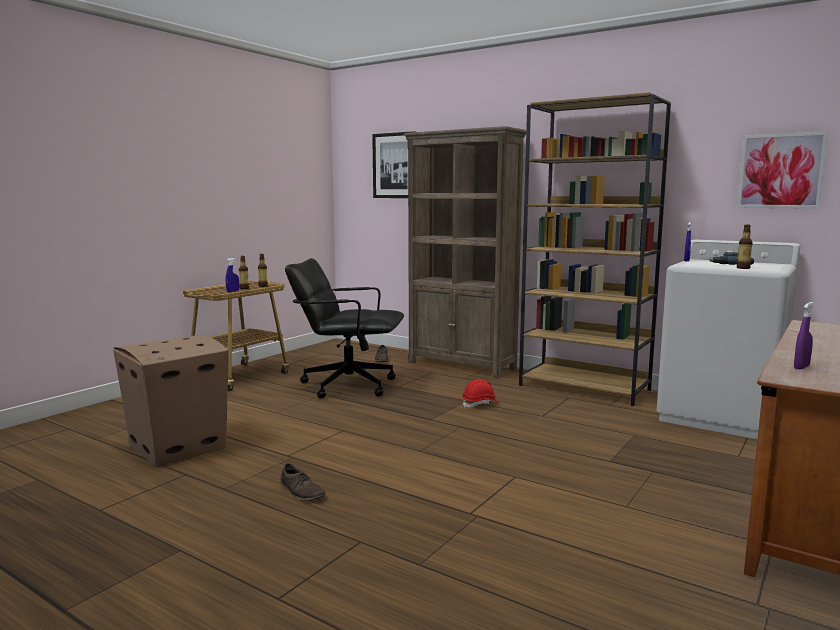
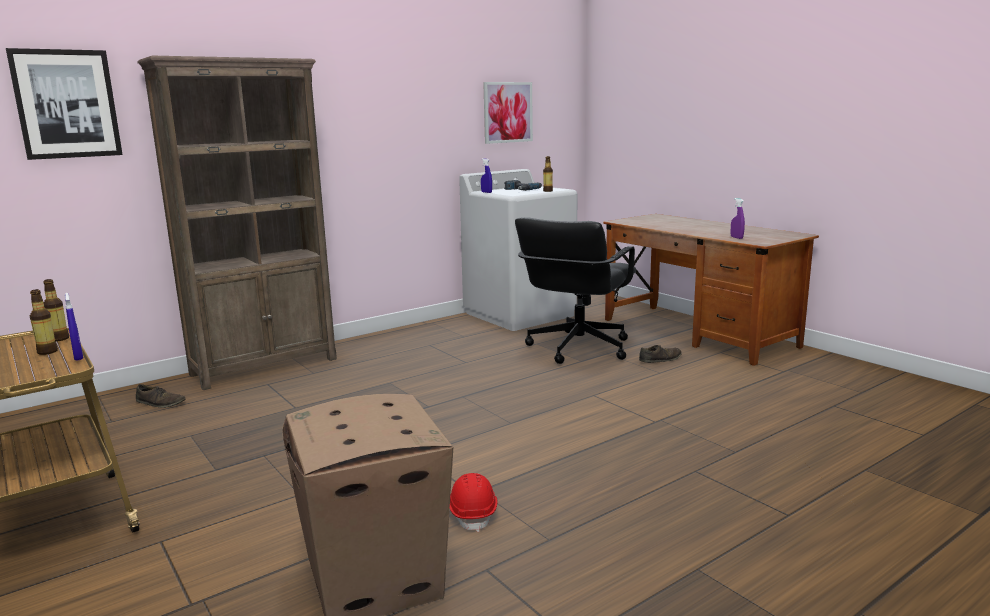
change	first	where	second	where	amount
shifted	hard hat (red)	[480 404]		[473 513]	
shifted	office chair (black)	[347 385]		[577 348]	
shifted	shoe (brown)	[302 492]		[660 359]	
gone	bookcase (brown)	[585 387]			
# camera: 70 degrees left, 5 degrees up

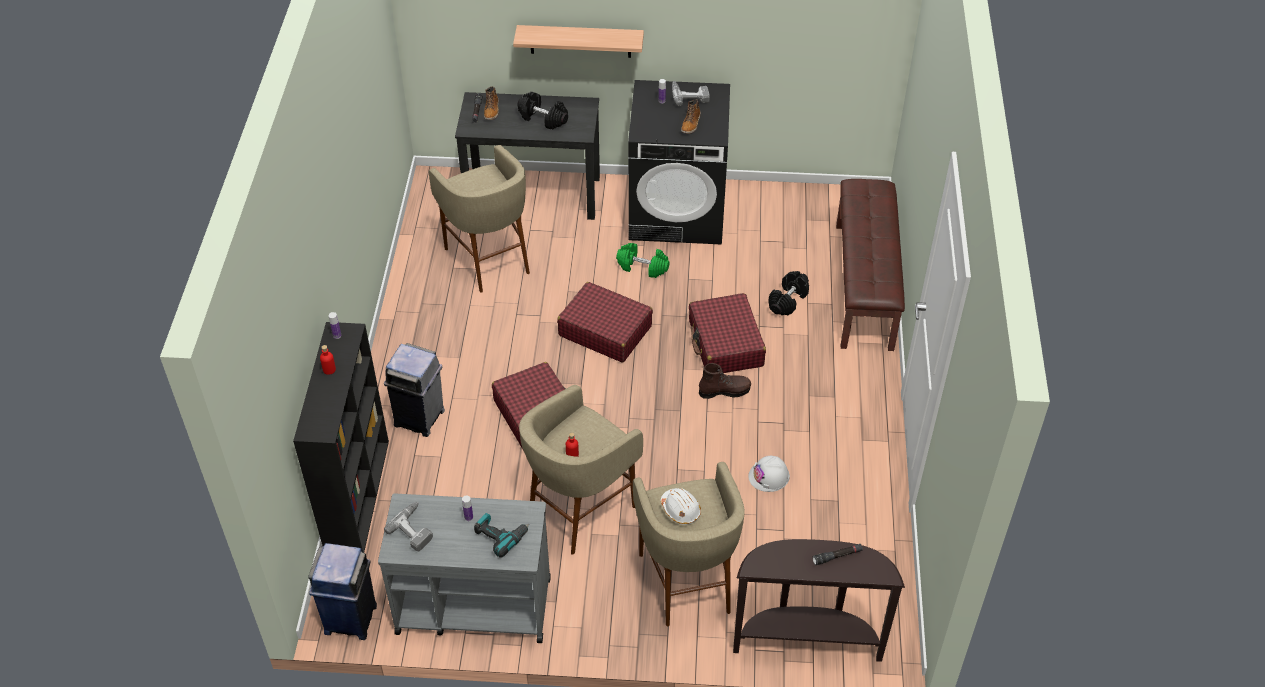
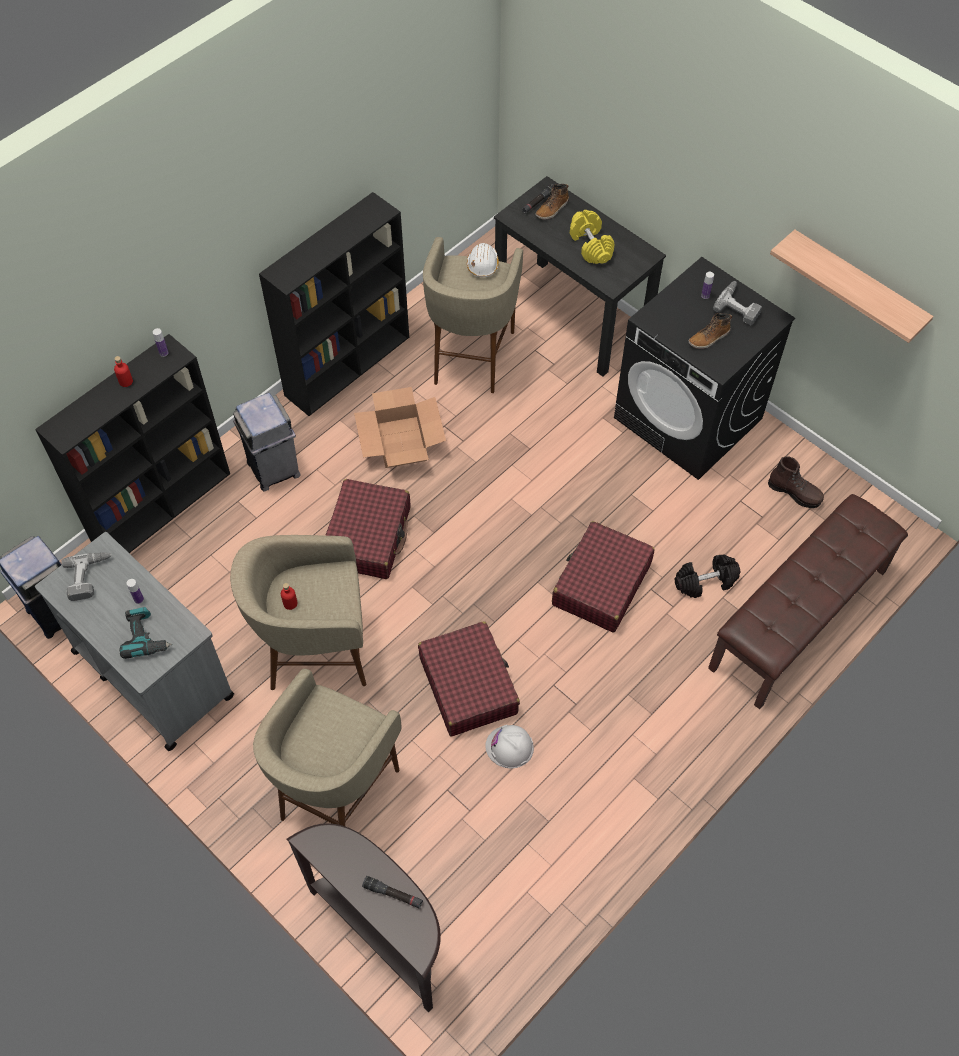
change	first	where	second	where	amount
new			bookcase (black)	[348 365]	
new			cardboard box	[401 442]	
shifted	suitcase (red)	[605 330]		[468 685]	
shifted	hard hat (white)	[680 509]		[482 265]	
repainted	dumbbell (black)	[542 118]	dumbbell (yellow)	[590 245]	
shifted	boot (brown)	[724 391]		[794 492]	
shifted	shelf	[580 41]		[857 286]	
gone	dumbbell (green)	[643 267]			
# camera: 40 degrees right, 10 degrees up

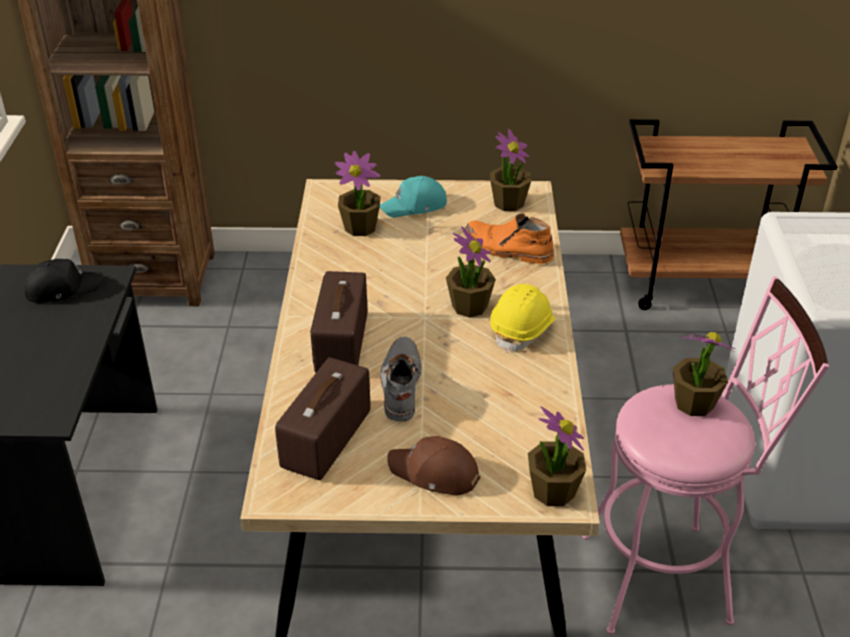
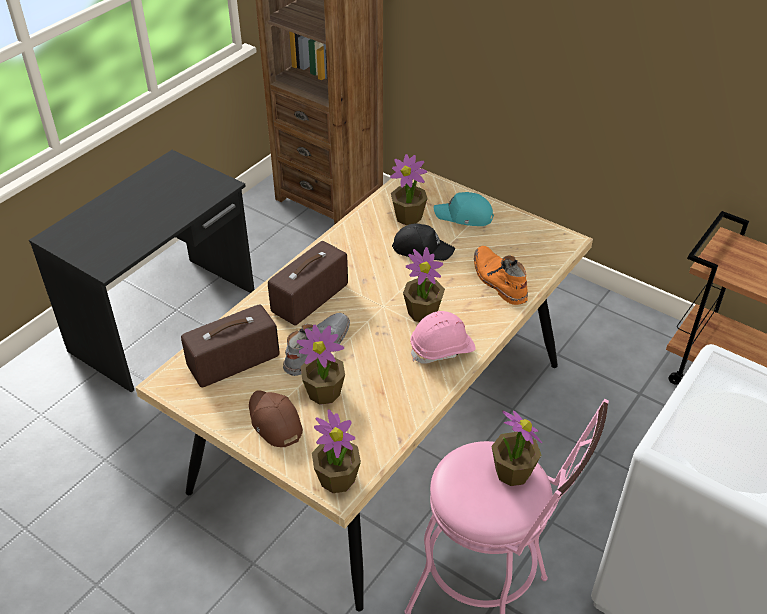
change	first	where	second	where	amount
shifted	potted plant	[508 203]		[324 392]	
shifted	cap (black)	[63 288]		[422 249]	
repainted	hard hat (yellow)	[523 330]	hard hat (pink)	[442 349]	
# camera: 35 degrees right, 5 degrees up

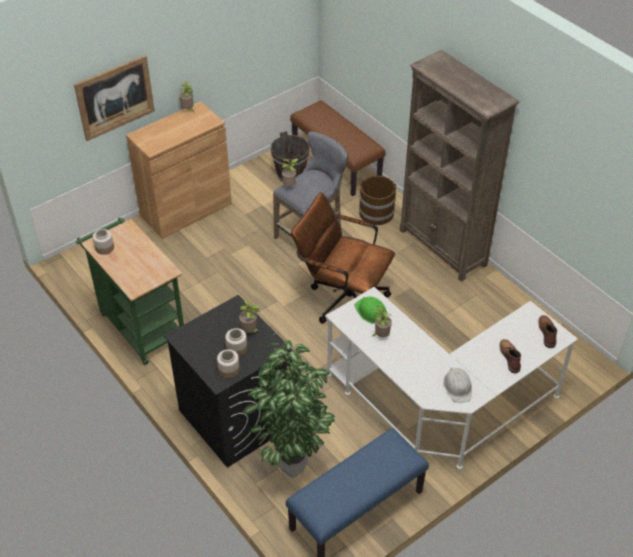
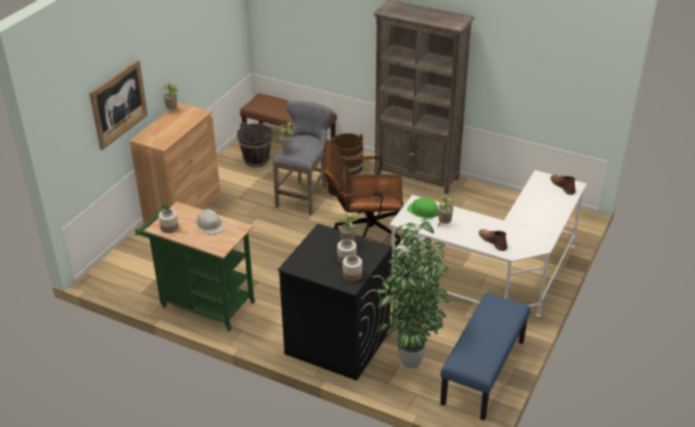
change	first	where	second	where	amount
shifted	hard hat (white)	[458 387]		[210 225]	
shifted	boot (brown)	[510 357]		[492 241]	
# camera: 25 degrees left, 10 degrees down

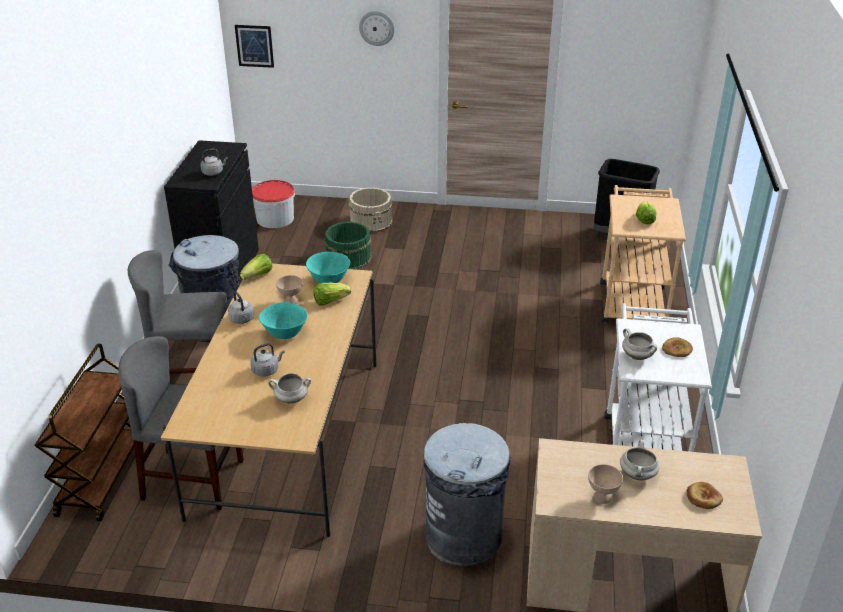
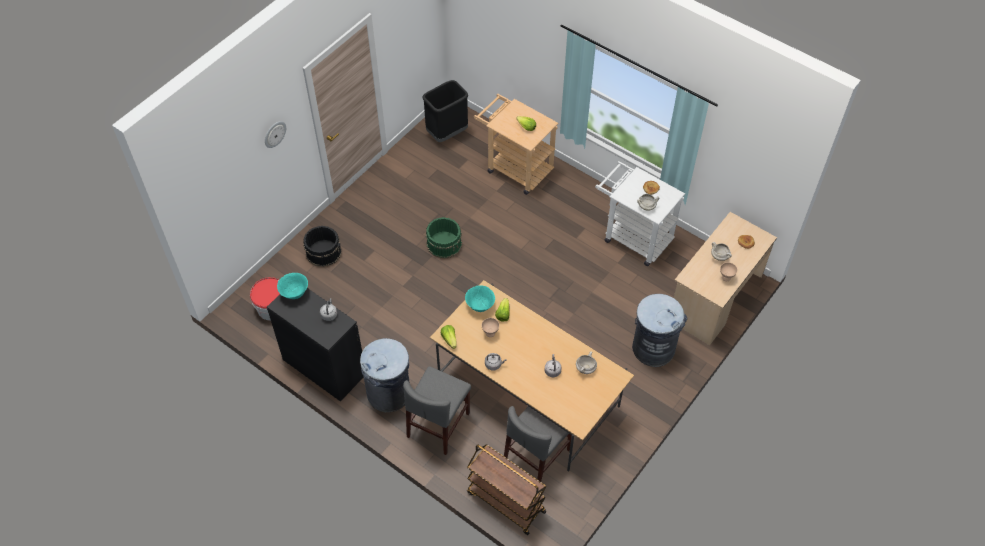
change	first	where	second	where	amount
shifted	bowl (turquoise)	[284 334]		[294 293]	
repainted	bucket (beige)	[371 221]	bucket (black)	[323 252]	
shifted	bucket (green)	[349 258]		[444 244]	
gone	picture	[254 46]			
# camera: 60 degrees left, 20 degrees up

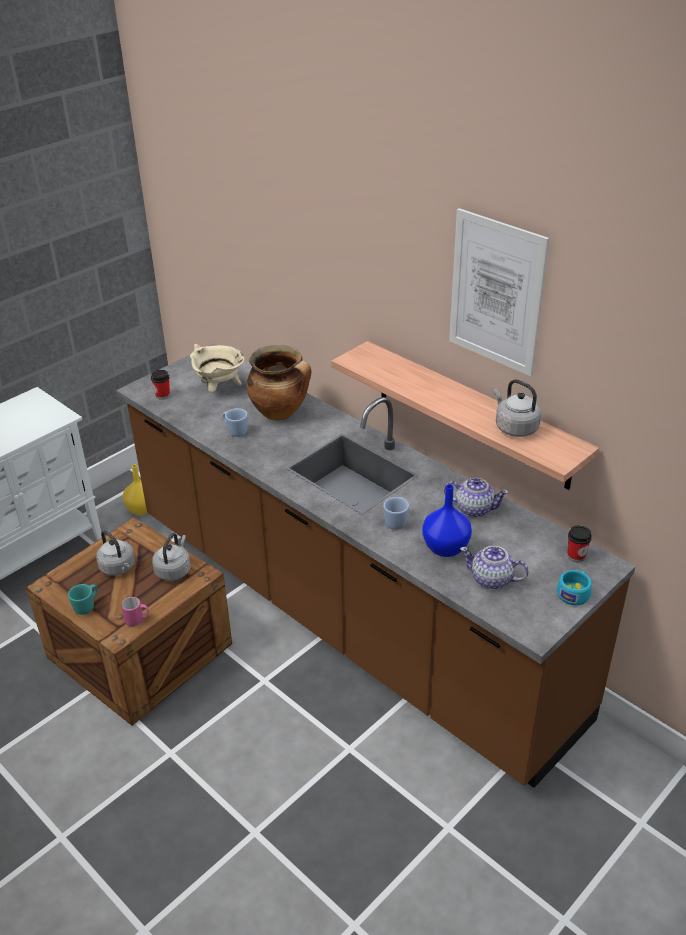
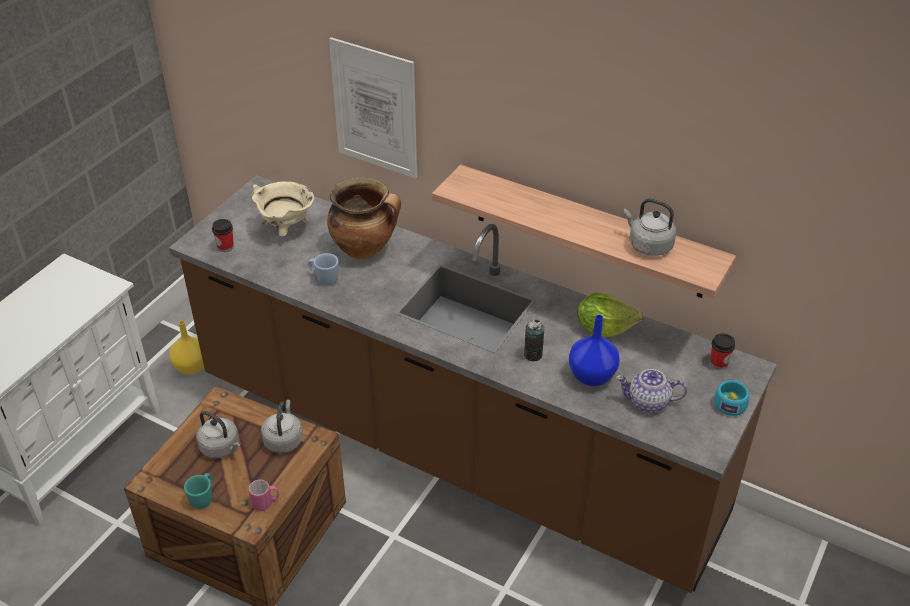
change	first	where	second	where	amount
shifted	picture	[496 293]		[375 108]	
swapped	mug (blue)	[397 521]	can	[533 355]	
swapped	teapot	[474 508]	lettuce	[604 328]	
# camera: 15 degrees left, 5 degrees up

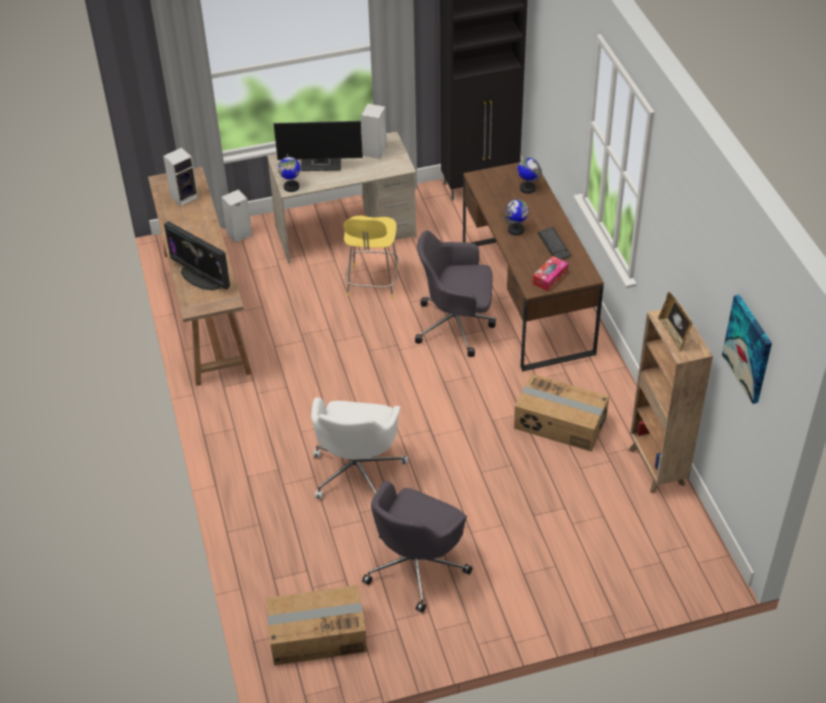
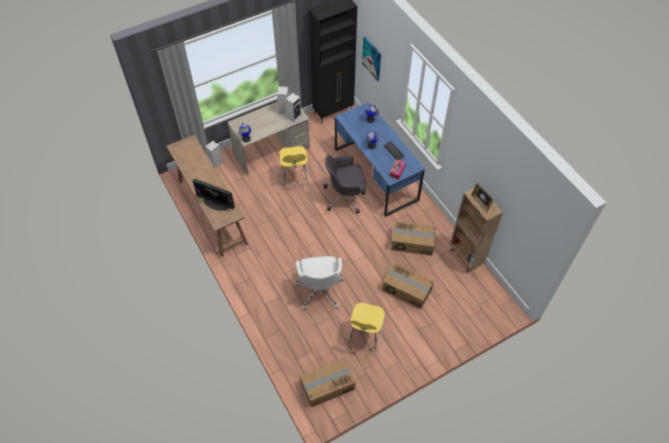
change	first	where	second	where	amount
shifted	speaker	[185 196]		[294 116]	
repainted	desk (brown)	[526 298]	desk (blue)	[375 174]	
swapped	office chair (grey)	[416 566]	stool (yellow)	[365 337]	
shifted	picture	[748 348]		[372 58]	
new			cardboard box	[407 290]	
gone	monitor	[322 163]			
# camera: 15 degrees left, 10 degrees up

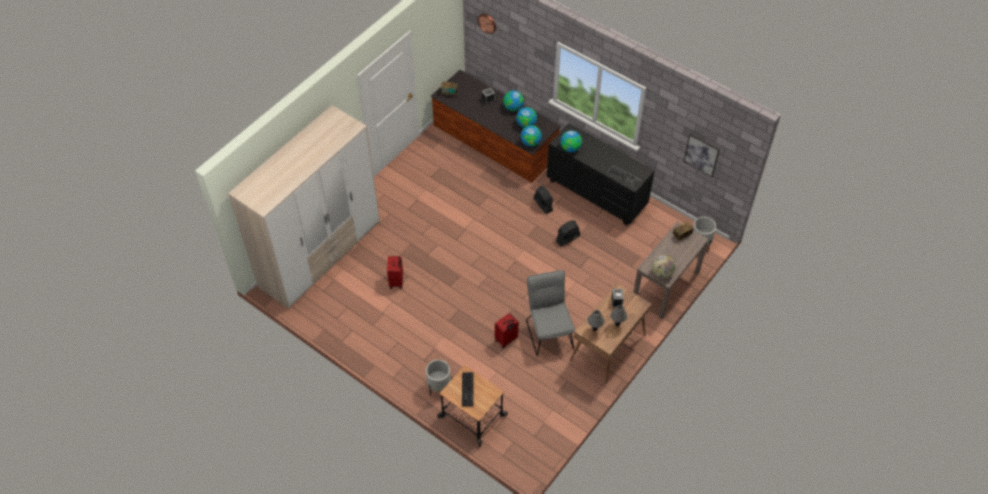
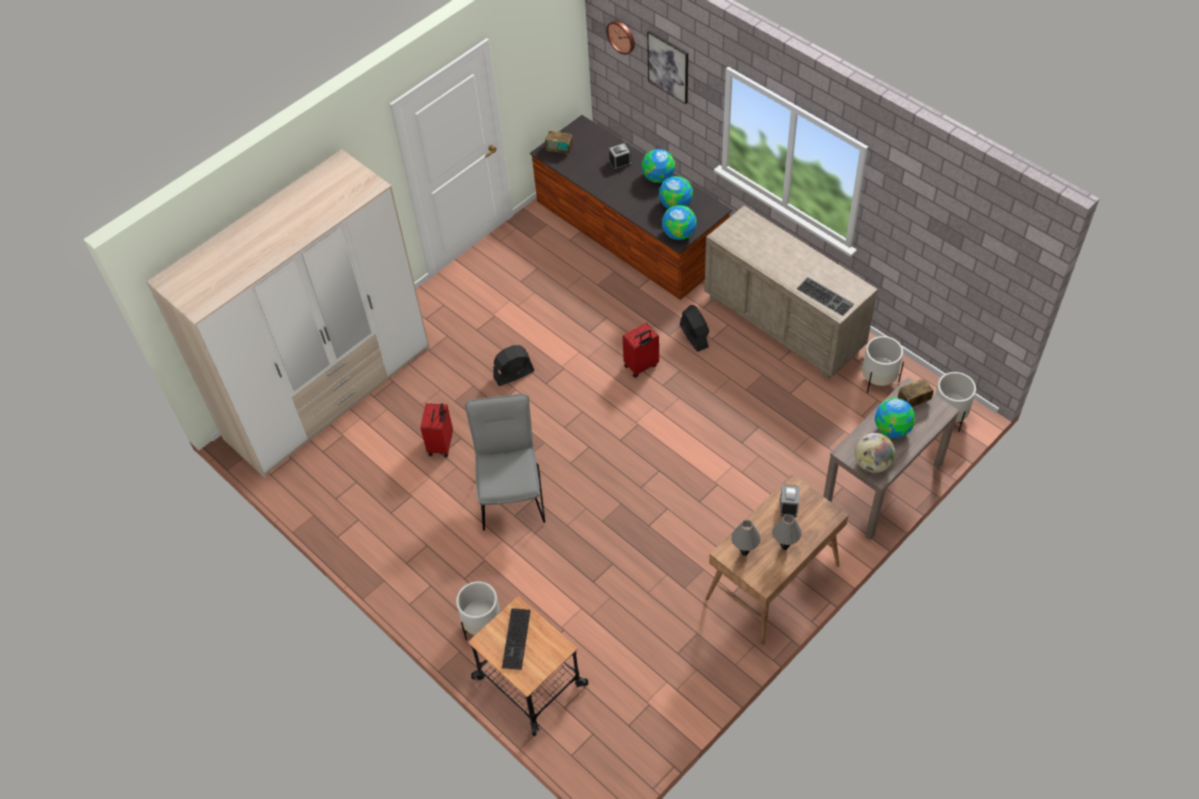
change	first	where	second	where	amount
shifted	chair (grey)	[548 331]		[511 492]	
shifted	fan (black)	[567 238]		[513 374]	
shifted	suitcase (red)	[506 340]		[641 366]	
shifted	picture	[701 155]		[668 66]	
repainted	dresser (black)	[596 193]	dresser (beige)	[783 323]	
new			planter (white)	[878 380]	
shifted	globe	[570 148]		[892 429]	
# camera: 10 degrees right, 0 degrees up

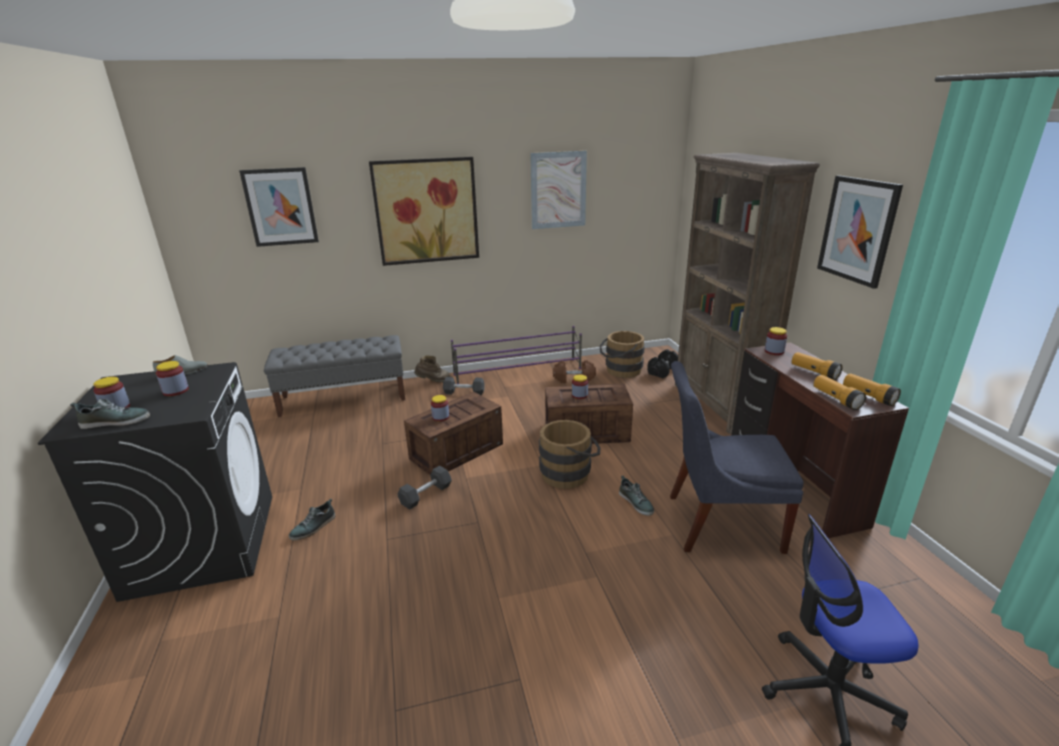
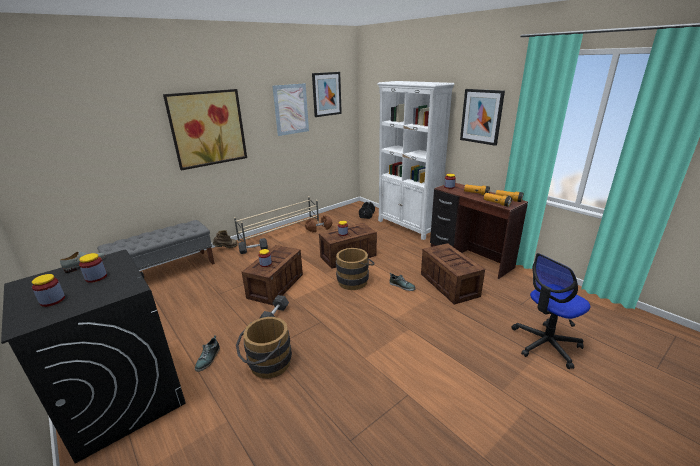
change	first	where	second	where	amount
repainted	shoe rack (purple)	[518 371]	shoe rack (beige)	[281 231]	
shifted	bucket (brown)	[620 371]		[267 365]	
shifted	picture	[280 207]		[326 94]	
repainted	bookcase (brown)	[718 405]	bookcase (white)	[408 226]	
swapped	chair (blue)	[717 522]	crate	[448 284]	
gone	shoe	[115 421]			
# camera: 25 degrees left, 0 degrees up

